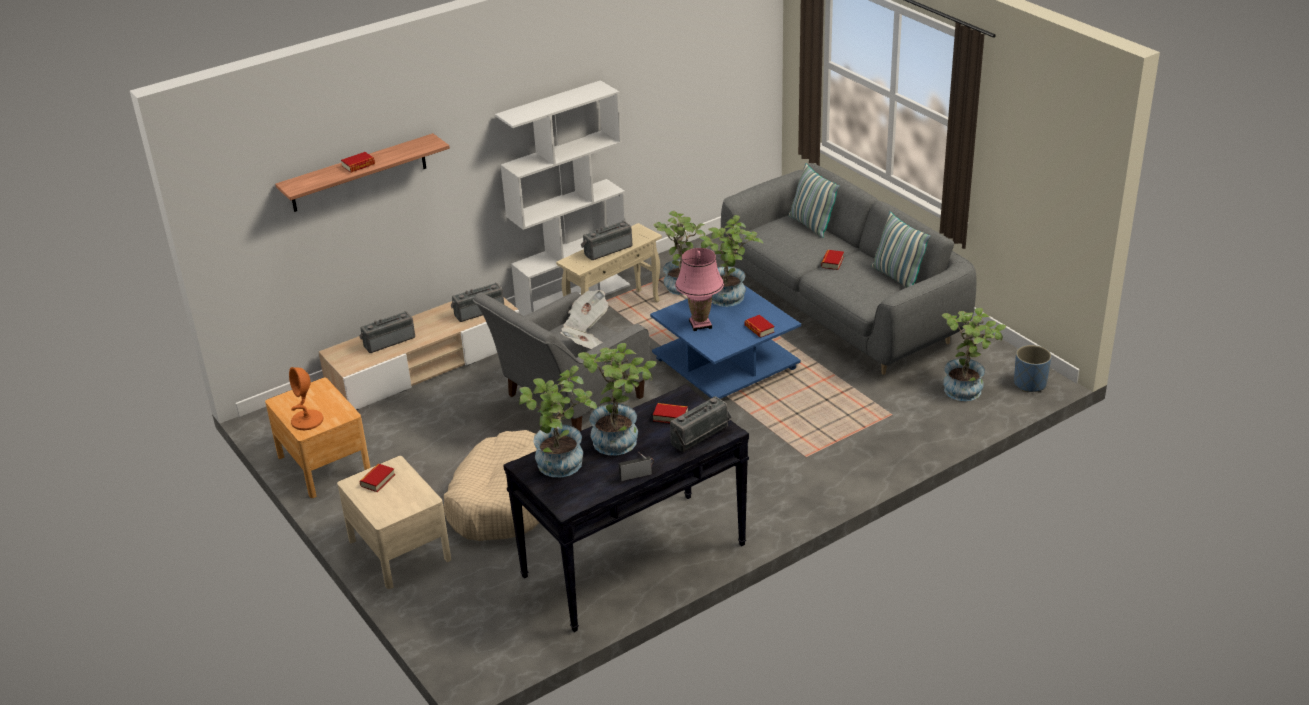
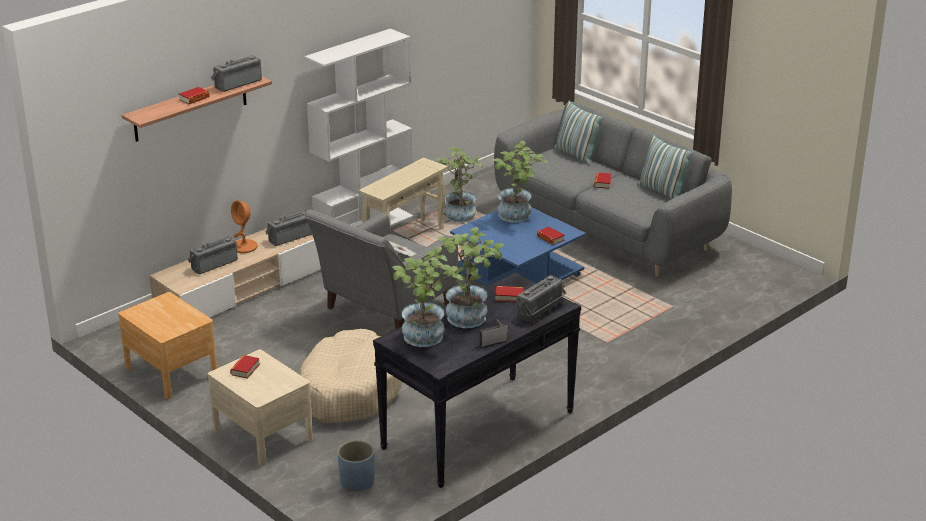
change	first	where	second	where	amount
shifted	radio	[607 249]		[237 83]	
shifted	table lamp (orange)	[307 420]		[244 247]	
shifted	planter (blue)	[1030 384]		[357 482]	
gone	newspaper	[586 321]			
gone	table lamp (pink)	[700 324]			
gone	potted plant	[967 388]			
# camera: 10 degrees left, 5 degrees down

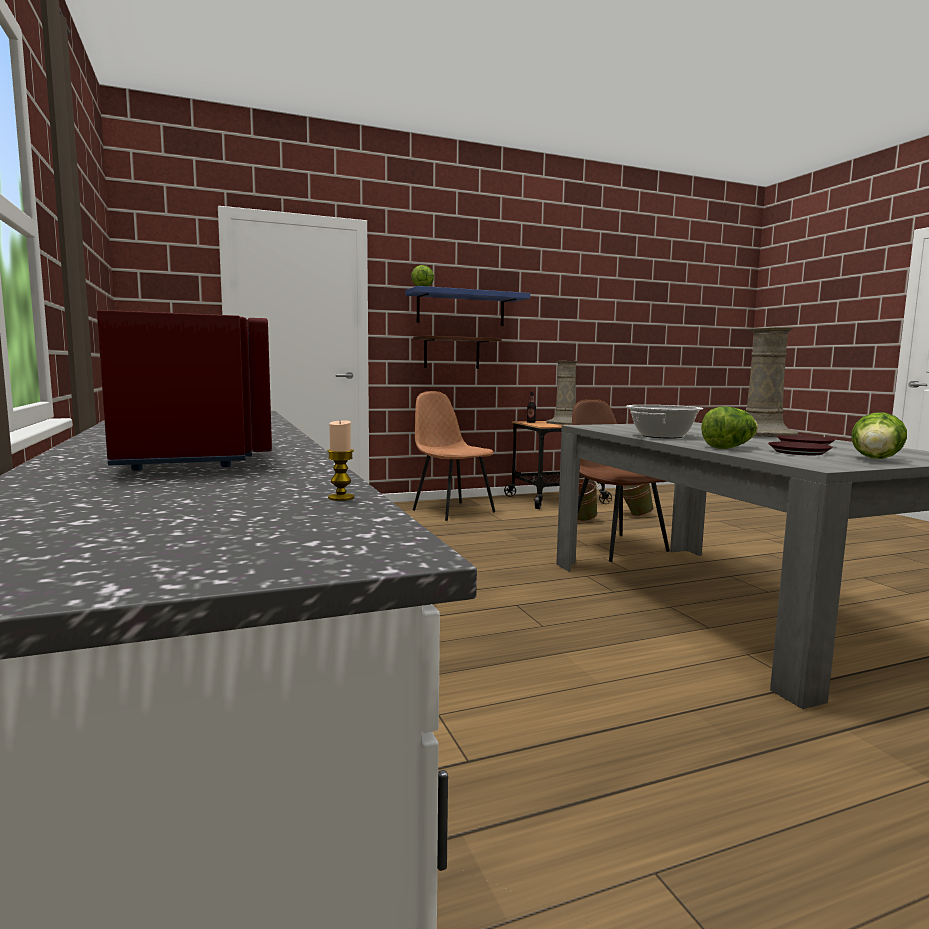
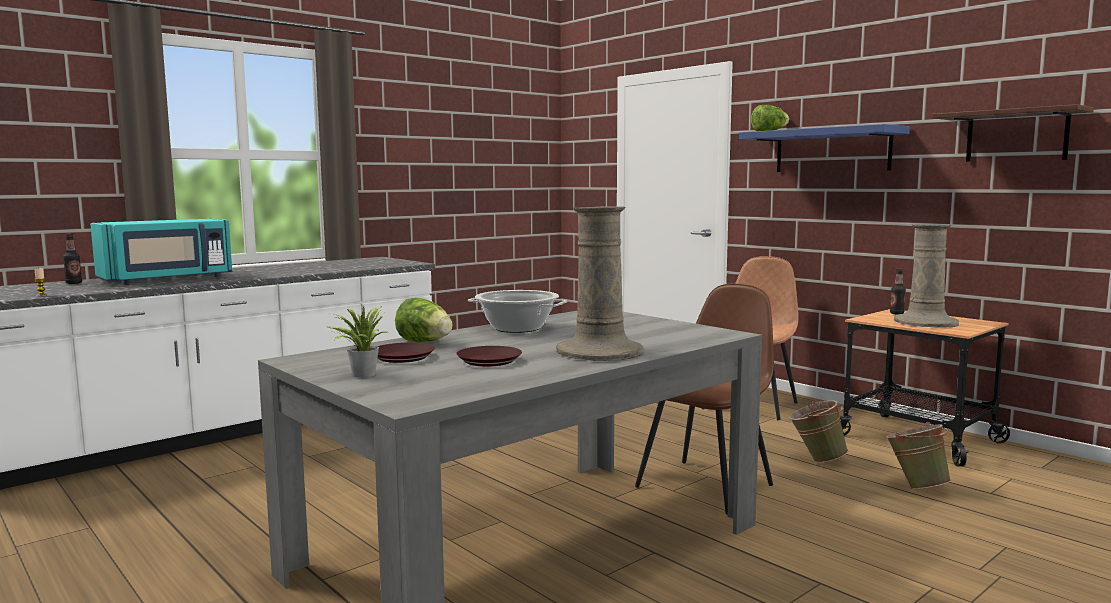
change	first	where	second	where	amount
new			bottle	[74 283]	
repainted	microwave (red)	[198 454]	microwave (turquoise)	[167 279]	
swapped	lettuce	[875 459]	potted plant	[361 374]	
shifted	shelf	[452 353]		[1016 136]	
# camera: 70 degrees right, 0 degrees up

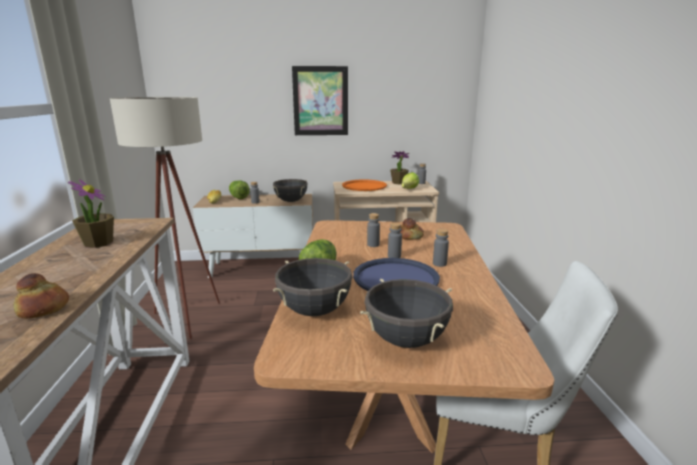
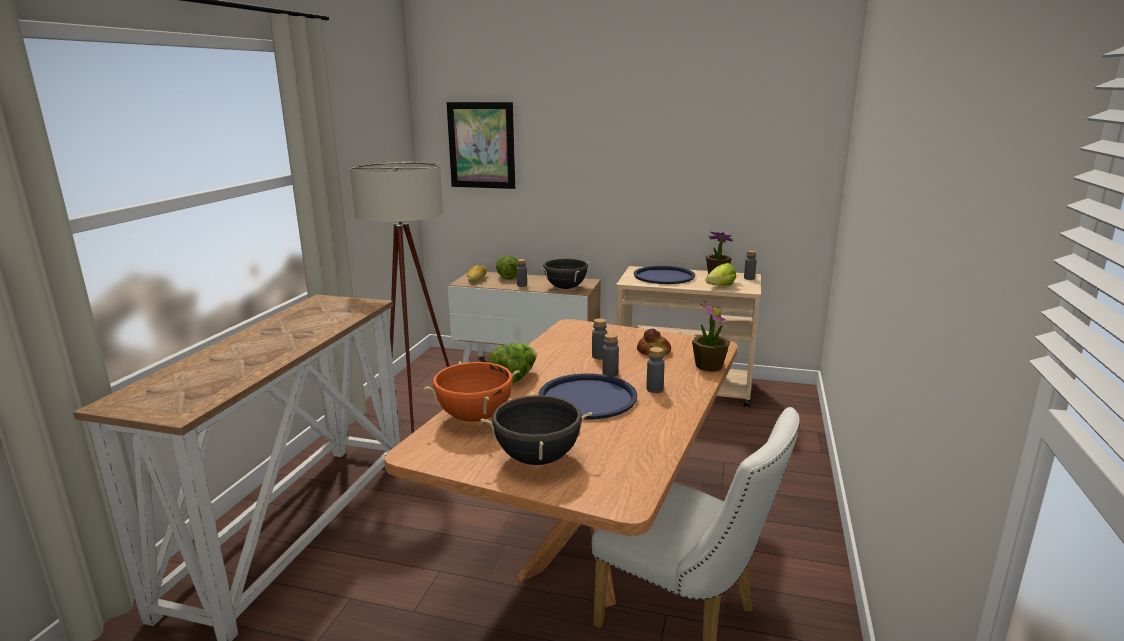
change	first	where	second	where	amount
repainted	cooking pot (black)	[314 311]	cooking pot (orange)	[475 417]	
shifted	picture	[320 101]		[481 145]	
repainted	tray (orange)	[364 186]	tray (blue)	[664 276]	
shifted	potted plant	[98 243]		[709 366]	
gone	bread	[44 308]			
# camera: 20 degrees right, 0 degrees up

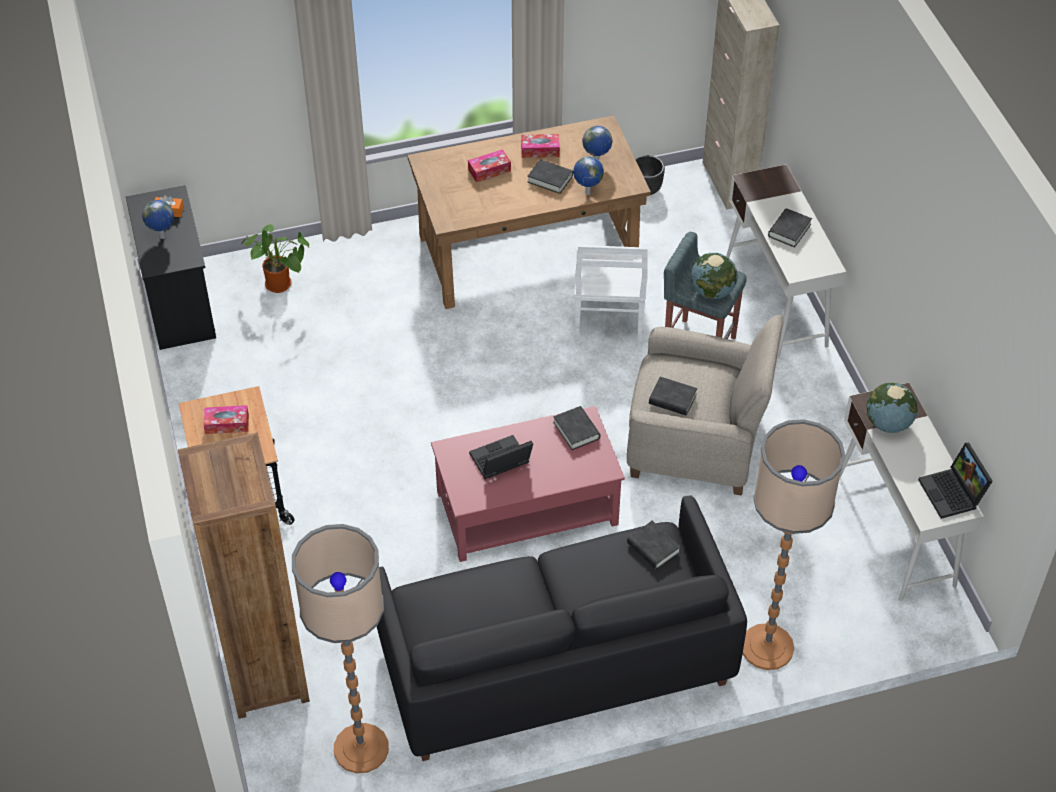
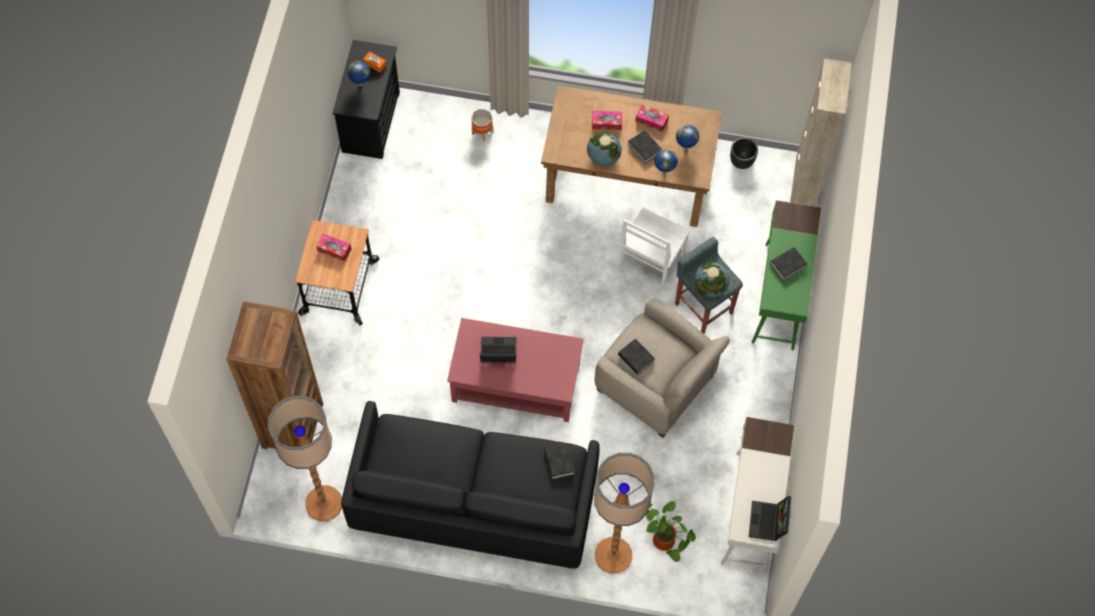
change	first	where	second	where	amount
new			planter	[482 132]	
shifted	globe	[888 423]		[603 157]	
shifted	potted plant	[281 284]		[666 542]	
repainted	desk (white)	[776 301]	desk (green)	[779 296]	
gone	book (black)	[576 430]			
# camera: 25 degrees right, 15 degrees up

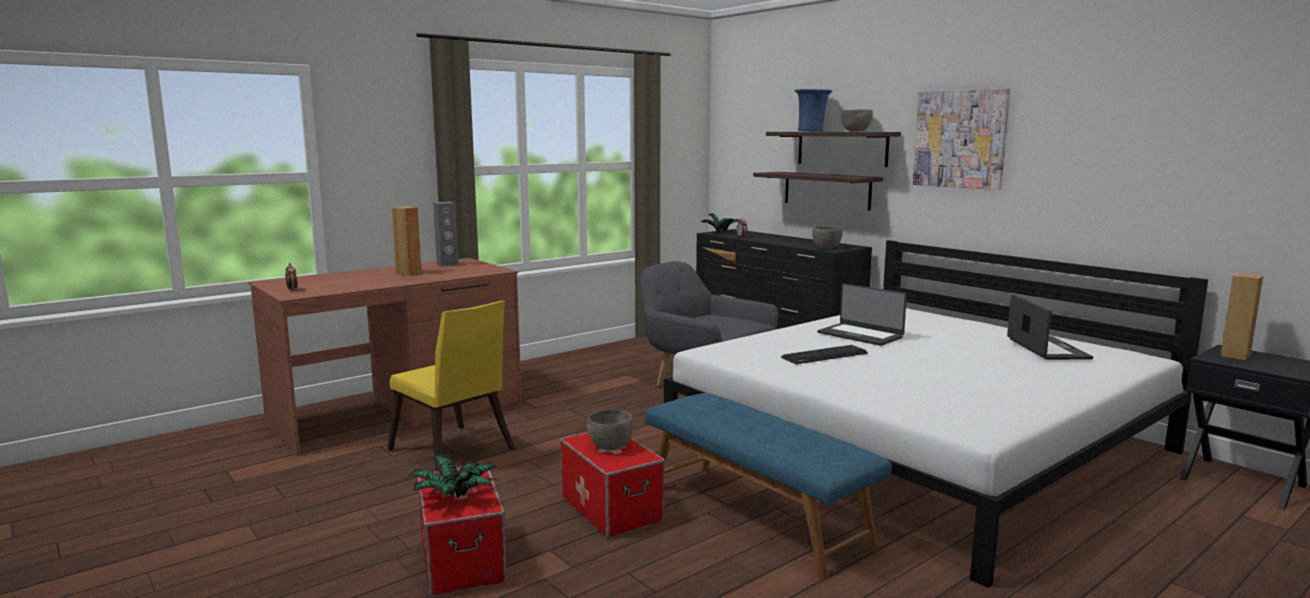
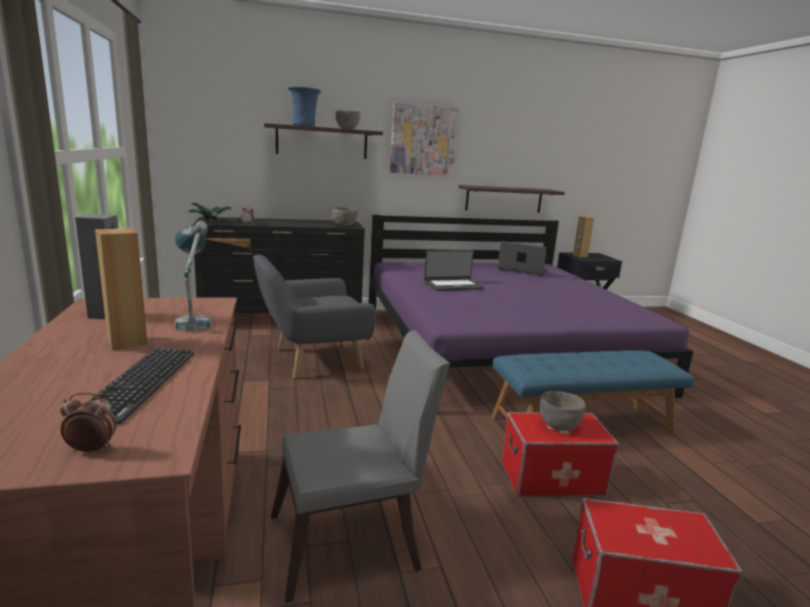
change	first	where	second	where	amount
shifted	keyboard	[824 356]		[140 383]	
new			table lamp	[194 320]	
repainted	chair (yellow)	[454 453]	chair (grey)	[354 541]	
repainted	bed (white)	[919 446]	bed (purple)	[499 347]	
shifted	shelf	[826 190]		[504 199]	
gone	potted plant	[454 497]			
# camera: 65 degrees left, 5 degrees up

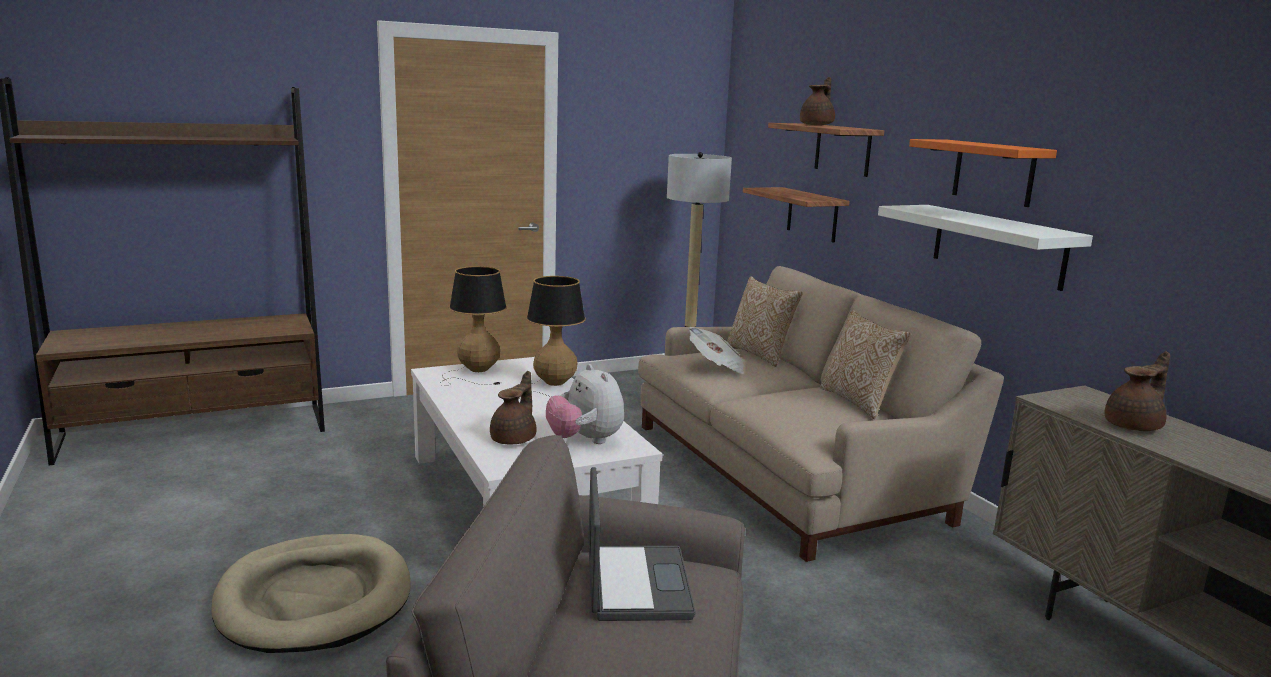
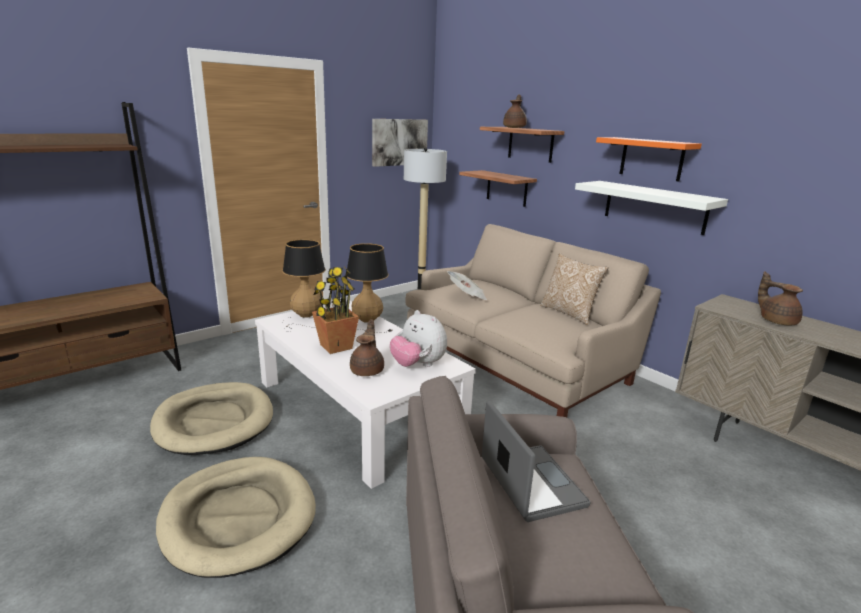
change	first	where	second	where	amount
new			dog bed (beige)	[214 422]	
new			potted plant	[335 347]	
new			picture	[399 142]	
rotated	teapot (brown)	[1135 426]		[776 321]	75 degrees counterclockwise
gone	pillow	[760 354]			
# camera: 15 degrees left, 5 degrees up

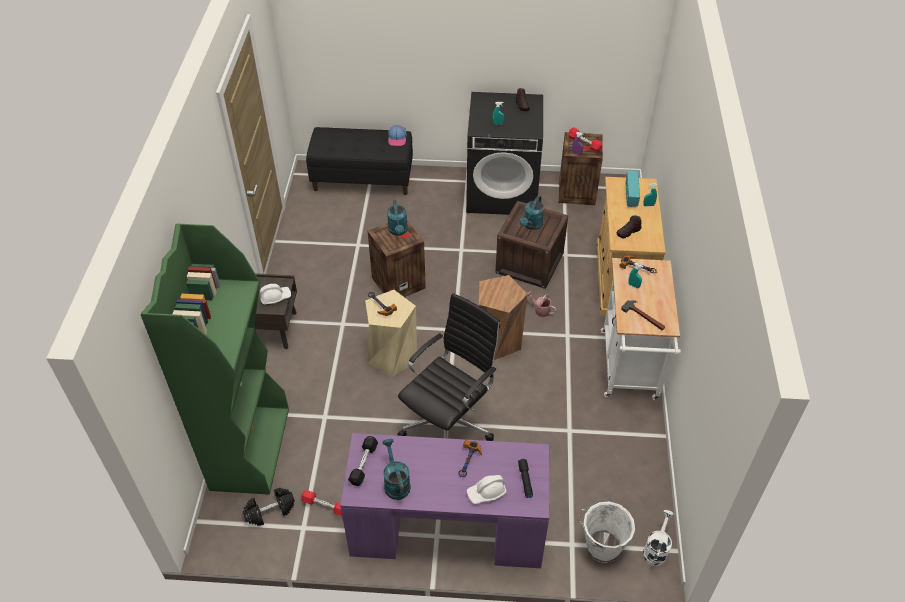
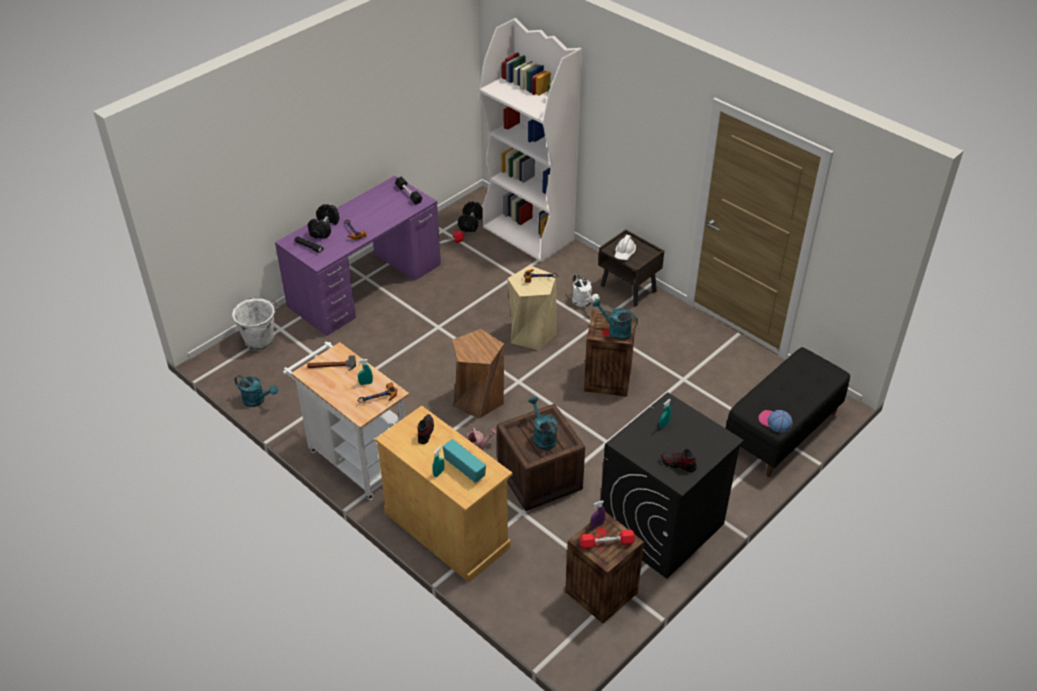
change	first	where	second	where	amount
shifted	watering can (turquoise)	[395 482]		[257 400]	
swapped	hard hat (white)	[486 492]	dumbbell (black)	[324 228]	
repainted	bookcase (green)	[250 448]	bookcase (white)	[529 234]	
shifted	watering can (white)	[656 549]		[584 303]	
gone	office chair (black)	[449 423]			
# camera: 130 degrees right, 5 degrees down

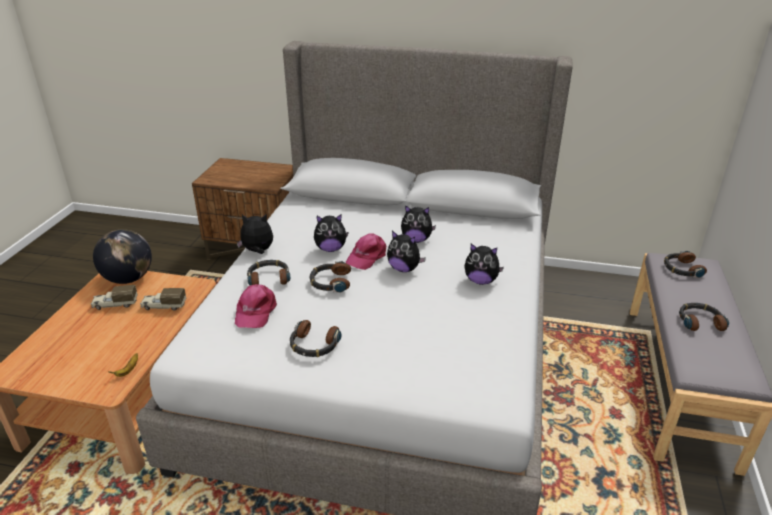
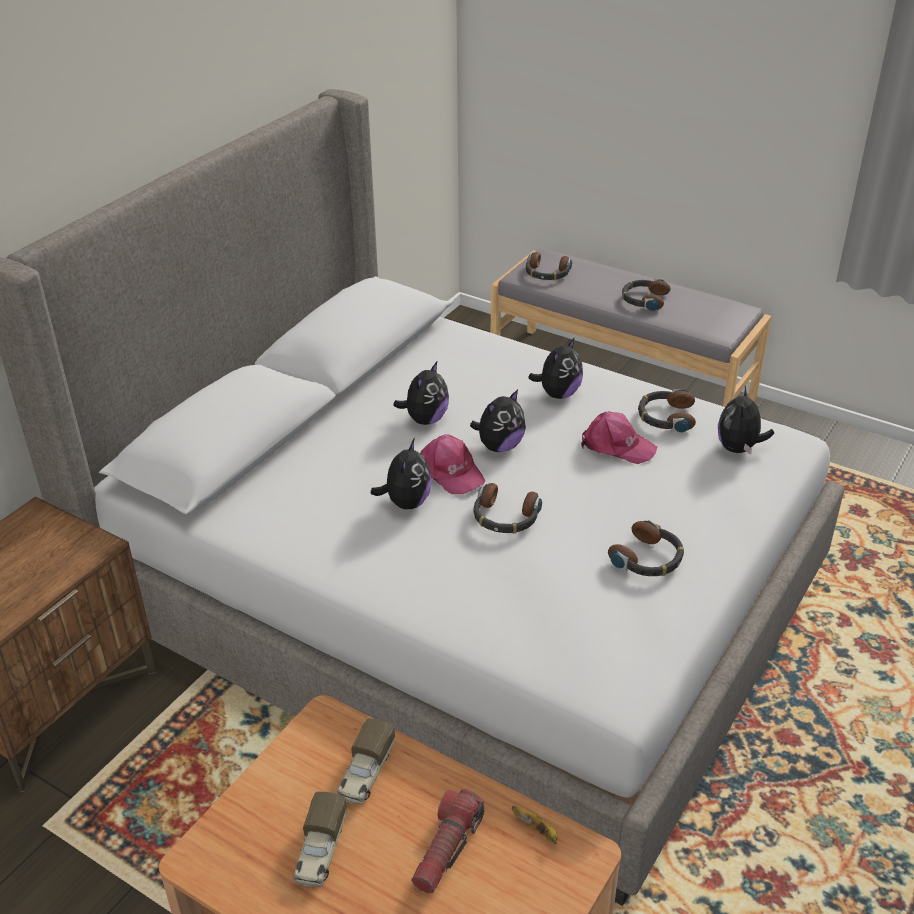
change	first	where	second	where	amount
new			flashlight	[447 849]	
shifted	cap (pink)	[255 311]		[617 446]	
shifted	headphones	[269 278]		[665 417]	
shifted	plush toy	[258 251]		[739 448]	
gone	globe	[128 279]			
# camera: 70 degrees left, 5 degrees up

